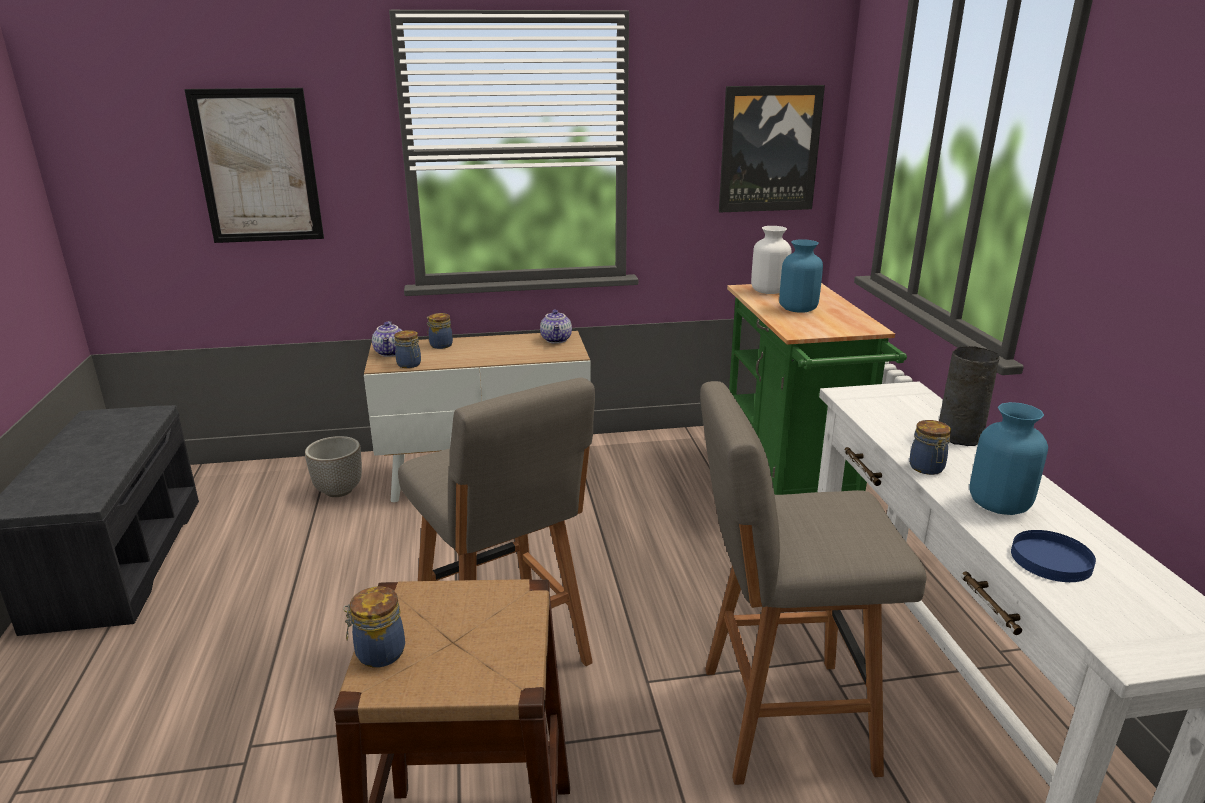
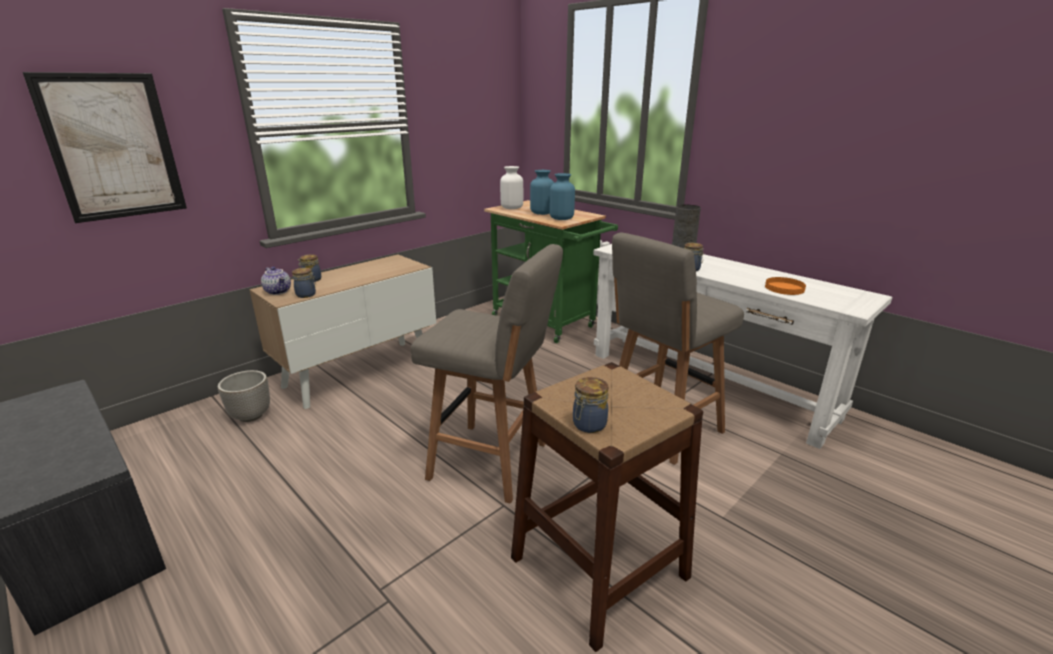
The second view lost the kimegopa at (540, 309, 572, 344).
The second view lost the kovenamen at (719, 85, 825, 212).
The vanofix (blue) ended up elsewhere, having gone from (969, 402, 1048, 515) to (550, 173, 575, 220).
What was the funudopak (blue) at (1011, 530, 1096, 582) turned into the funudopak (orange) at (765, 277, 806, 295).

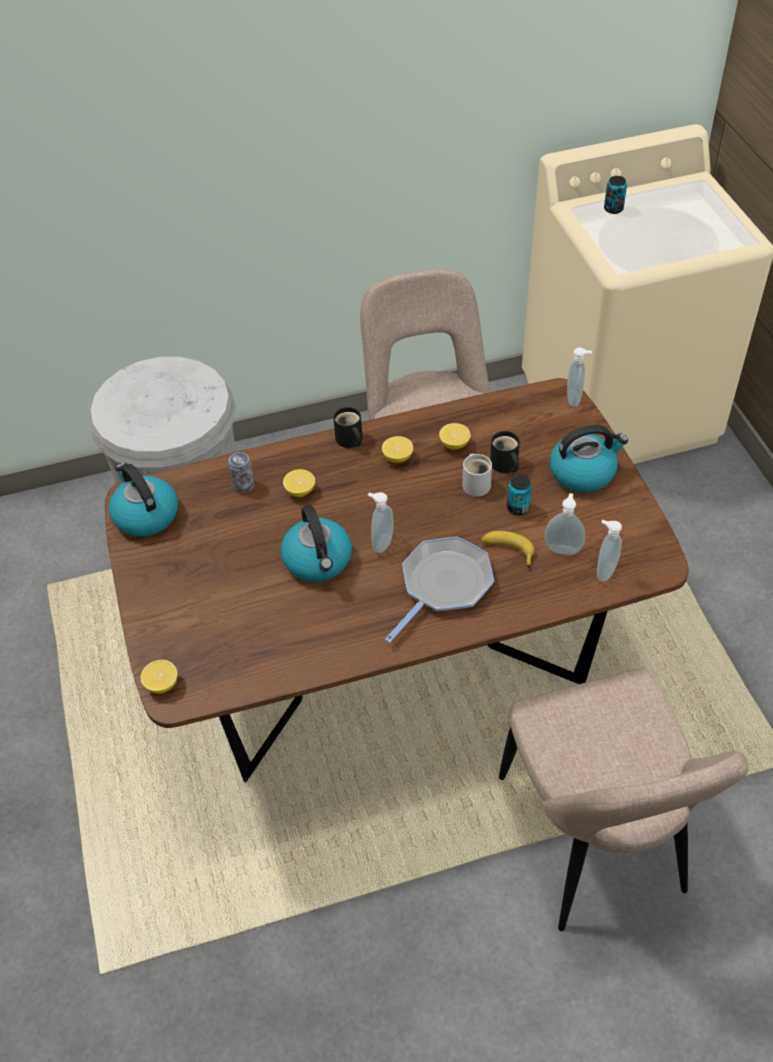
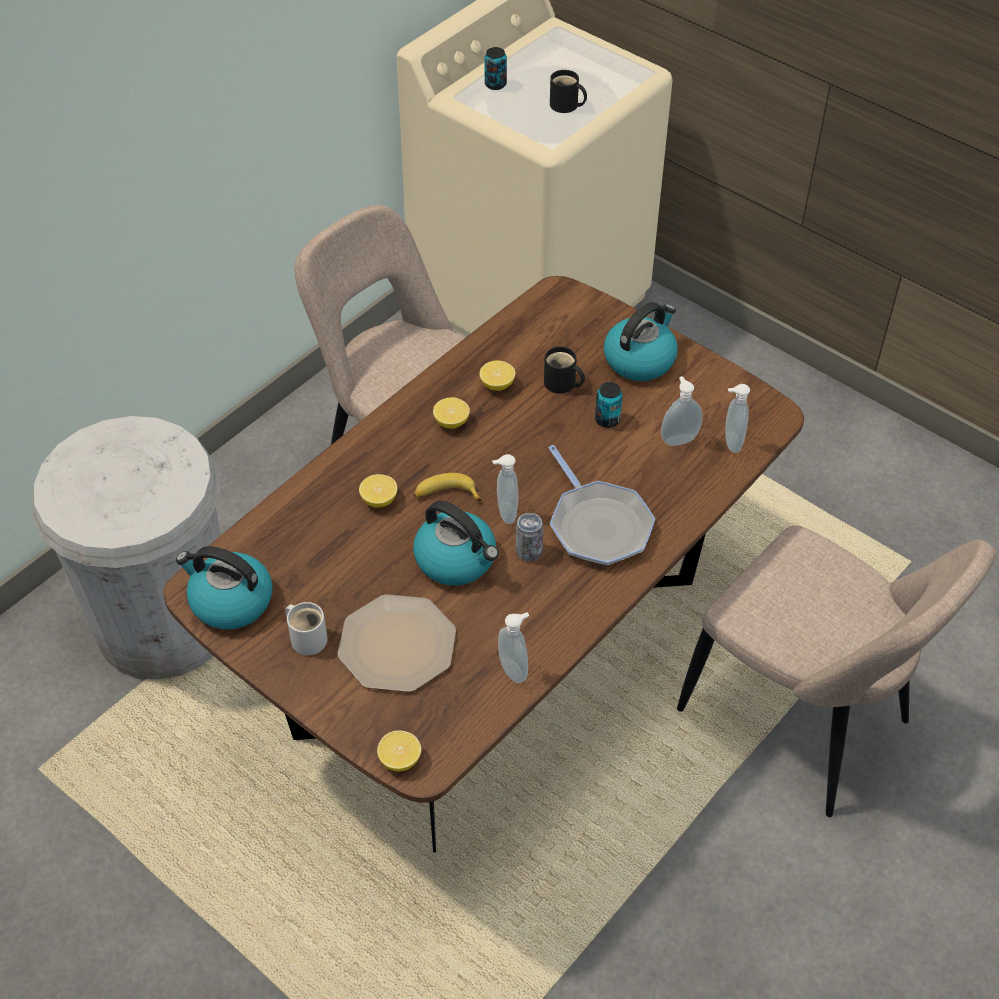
The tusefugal ended up elsewhere, having gone from (228, 452, 255, 493) to (516, 513, 543, 561).
The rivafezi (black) ended up elsewhere, having gone from (333, 407, 363, 448) to (550, 70, 587, 113).
The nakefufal at (385, 537, 494, 643) ended up facing another way, 150 degrees clockwise from before.
The rivafezi (white) ended up elsewhere, having gone from (462, 453, 492, 497) to (285, 602, 327, 655).
The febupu ended up elsewhere, having gone from (480, 531, 535, 568) to (413, 473, 482, 501).
The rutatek ended up elsewhere, having gone from (567, 347, 592, 407) to (498, 612, 529, 683).
The second view gained the funudopak at (337, 594, 456, 692).

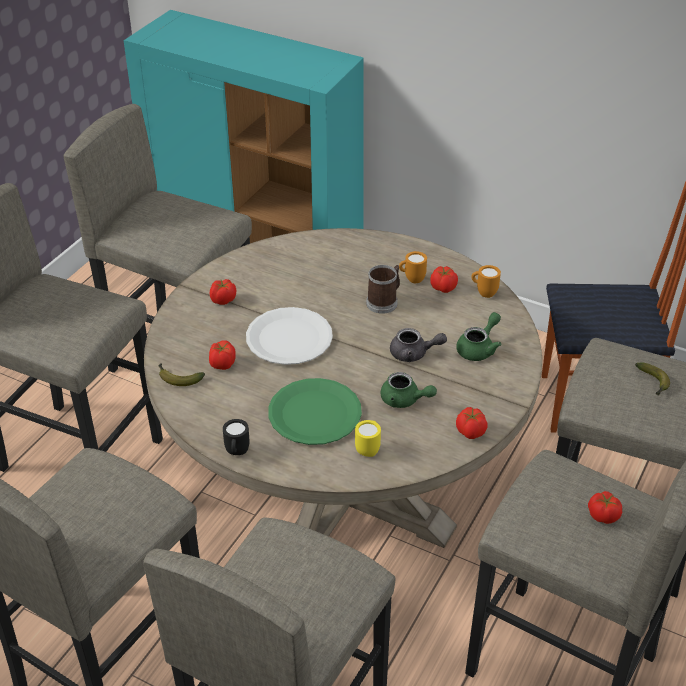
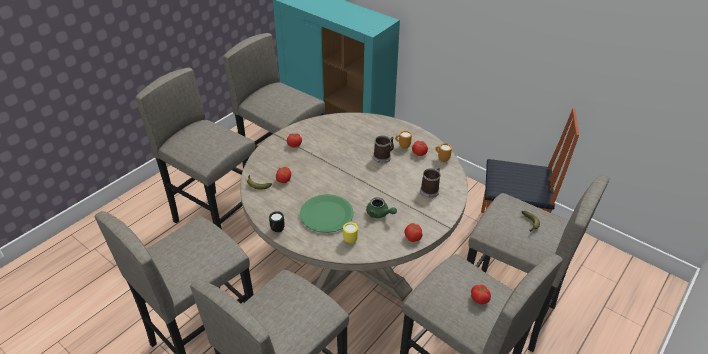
The second view lost the funudopak (white) at (246, 307, 333, 365).
The second view lost the kimegopa (grey) at (390, 328, 447, 362).
Where the kimegopa (green) stood at (456, 312, 501, 361), the rivafezi came to stand at (420, 168, 441, 198).

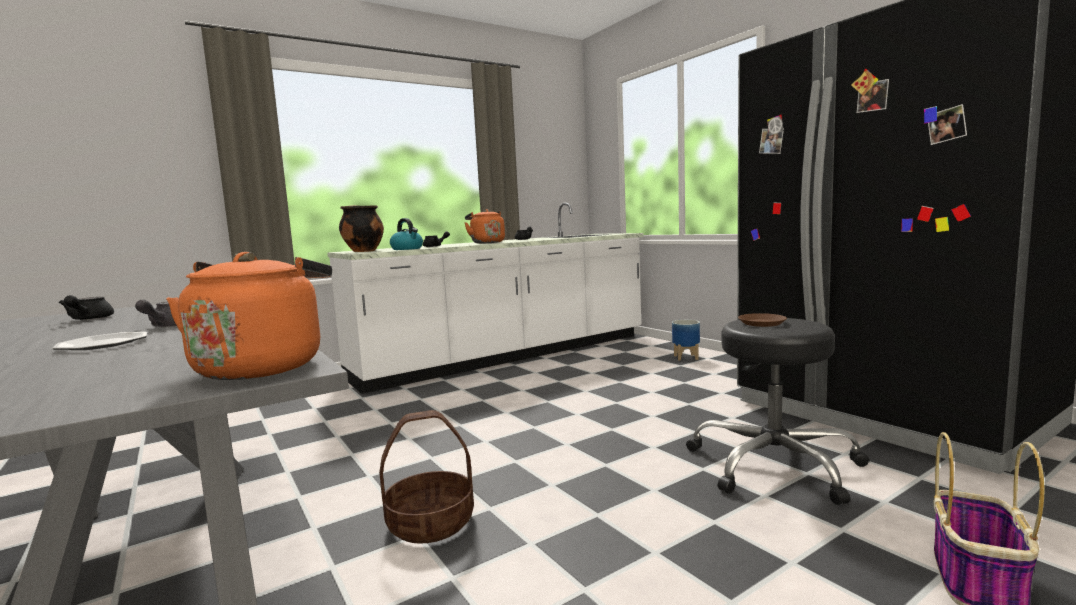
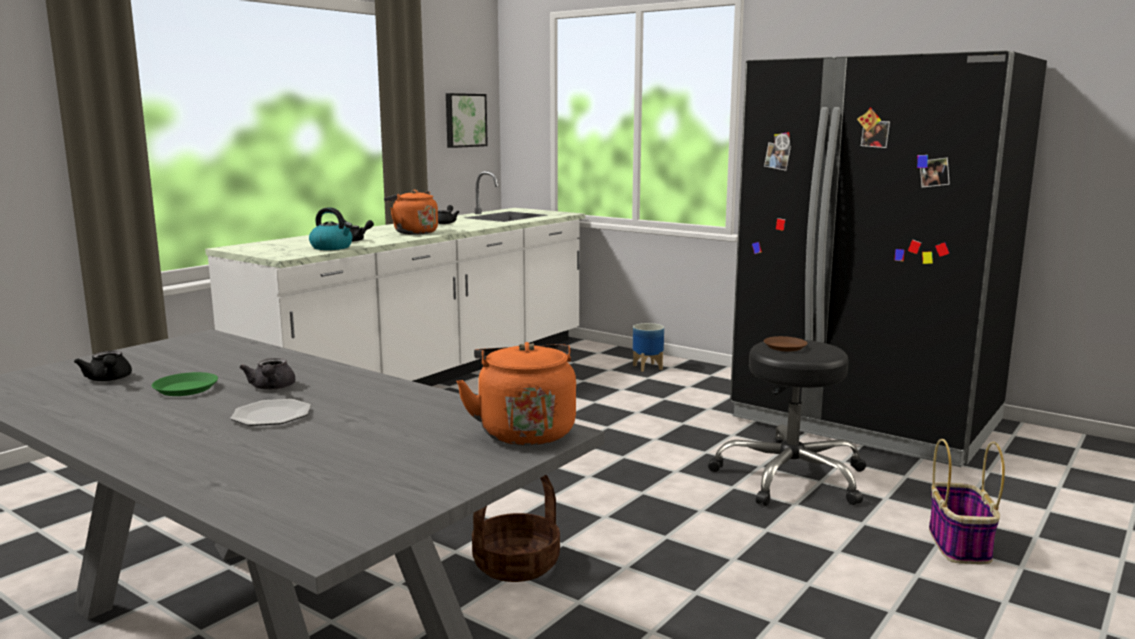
The second view lost the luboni at (339, 205, 384, 252).
The second view gained the funudopak (green) at (152, 372, 218, 396).
The second view gained the kovenamen at (446, 93, 488, 148).

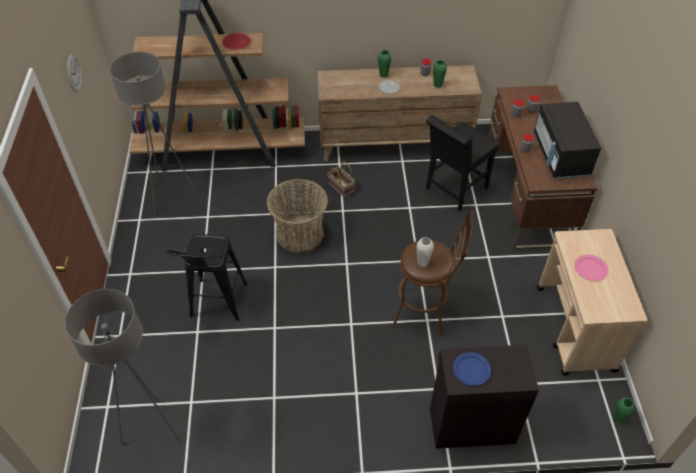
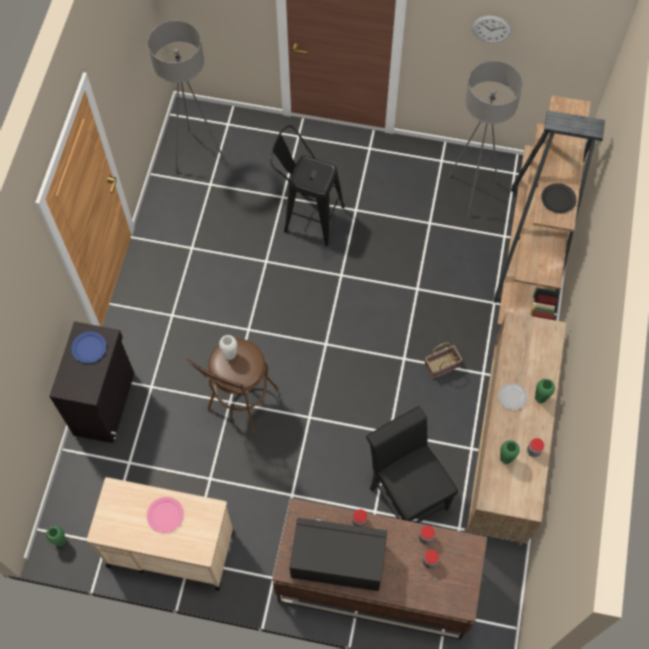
What was the funudopak (red) at (222, 33, 251, 50) turned into the funudopak (black) at (541, 183, 576, 213).
The second view lost the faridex at (266, 179, 328, 253).

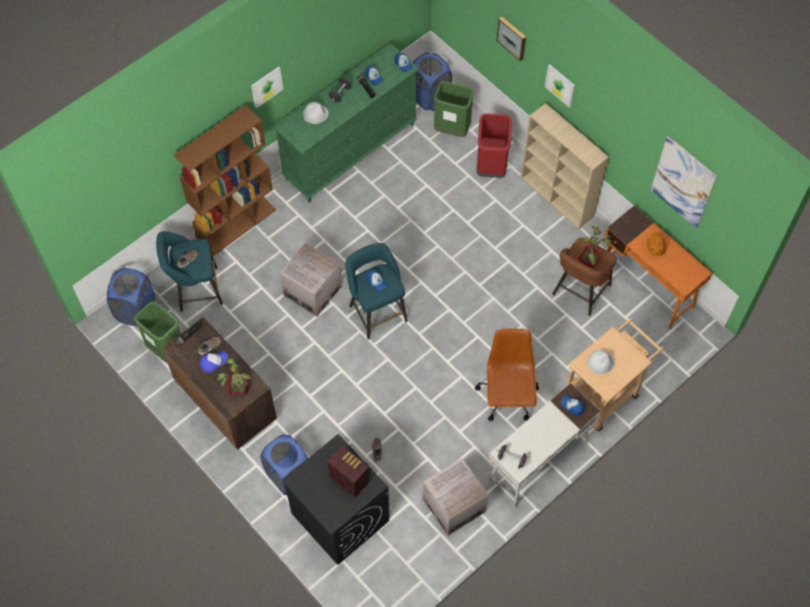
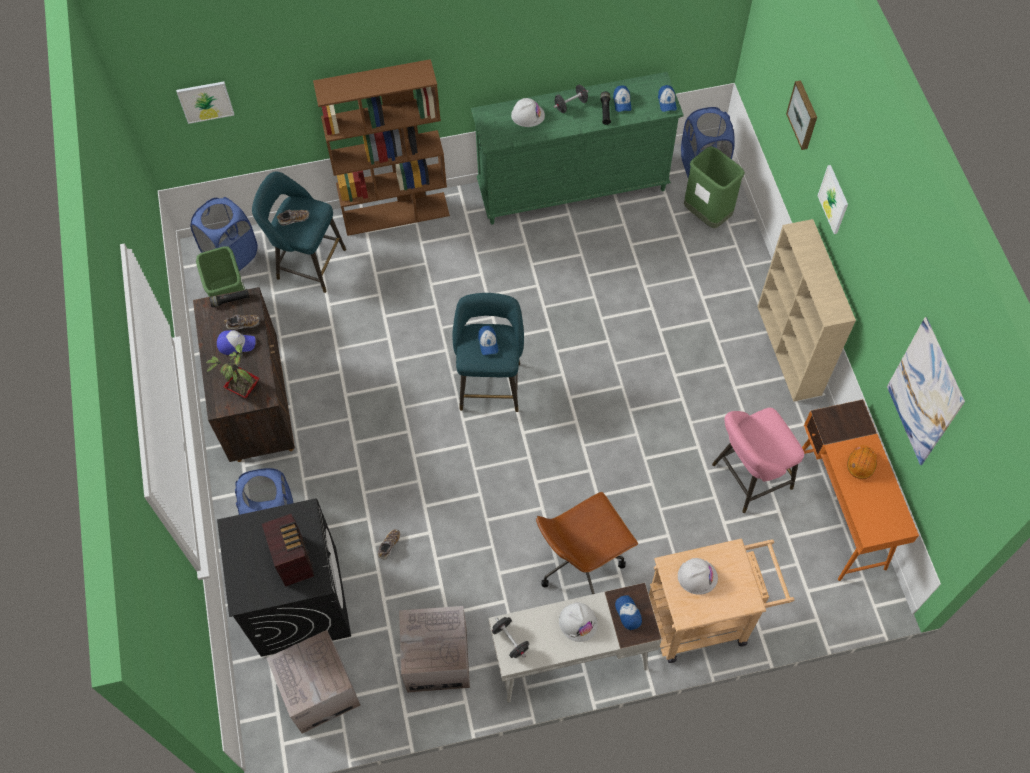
The kovenamen ended up elsewhere, having gone from (251, 67, 283, 108) to (176, 81, 234, 124).
The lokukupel ended up elsewhere, having gone from (280, 243, 342, 317) to (267, 630, 361, 734).
The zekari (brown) at (475, 329, 539, 421) ended up facing another way, 150 degrees counterclockwise from before.
The second view lost the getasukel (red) at (477, 113, 512, 178).
What was the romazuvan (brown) at (553, 238, 617, 316) turned into the romazuvan (pink) at (712, 408, 804, 513).
The second view lost the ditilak at (578, 226, 612, 268).
The second view gained the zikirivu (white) at (559, 602, 598, 642).

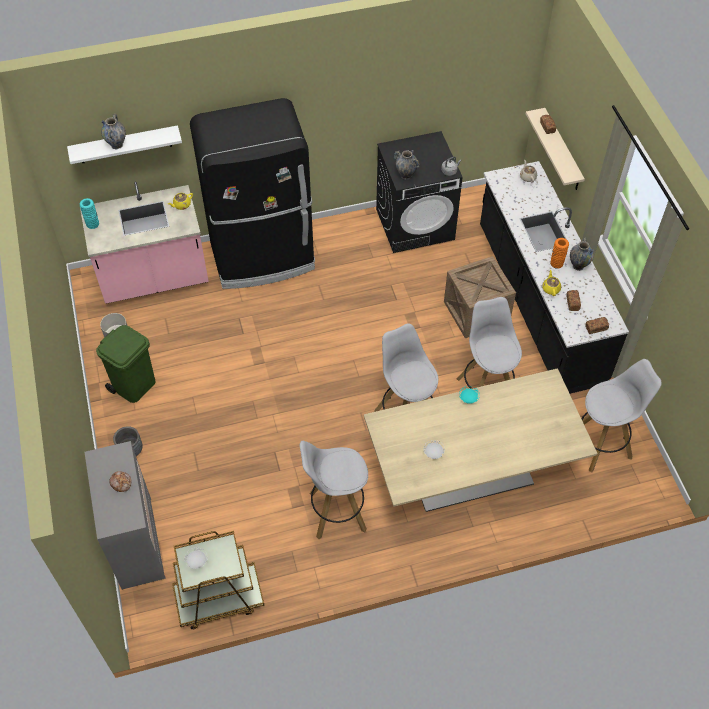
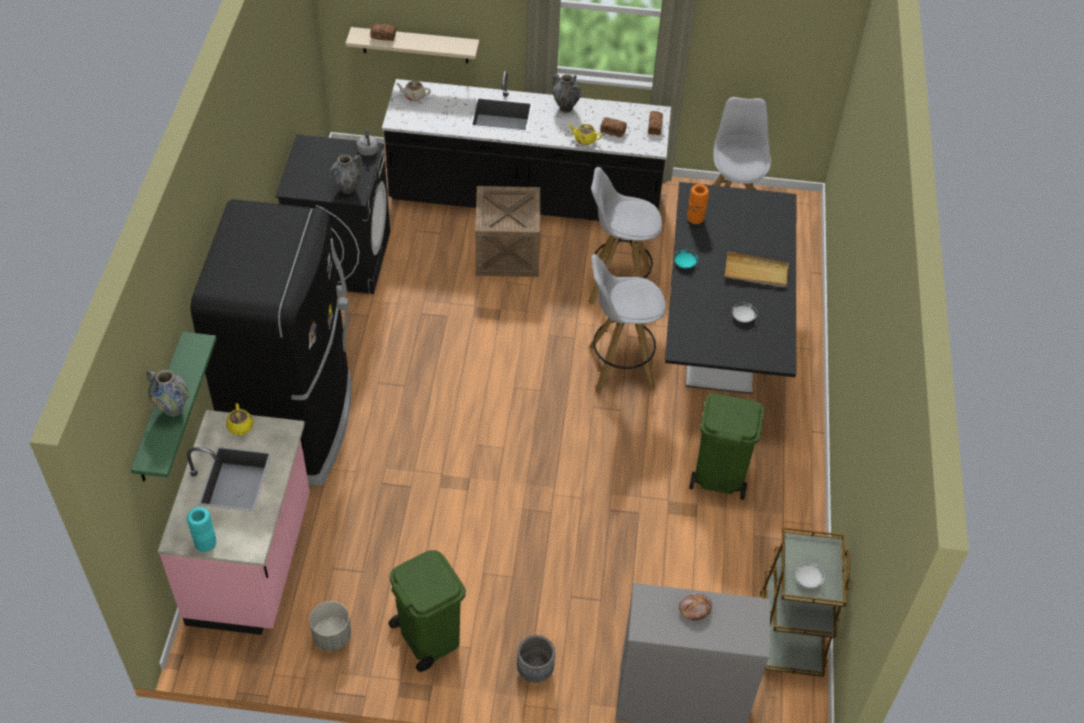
What was the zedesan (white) at (67, 125, 182, 164) turned into the zedesan (green) at (131, 332, 217, 482).
Where the romazuvan (white) stood at (299, 441, 368, 539), the getasukel (green) came to stand at (689, 394, 764, 500).
What was the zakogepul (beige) at (364, 368, 598, 512) turned into the zakogepul (black) at (665, 182, 796, 394).
The vanofix (orange) ended up elsewhere, having gone from (550, 238, 569, 269) to (687, 184, 709, 225).
The second view gained the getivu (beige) at (725, 252, 789, 287).

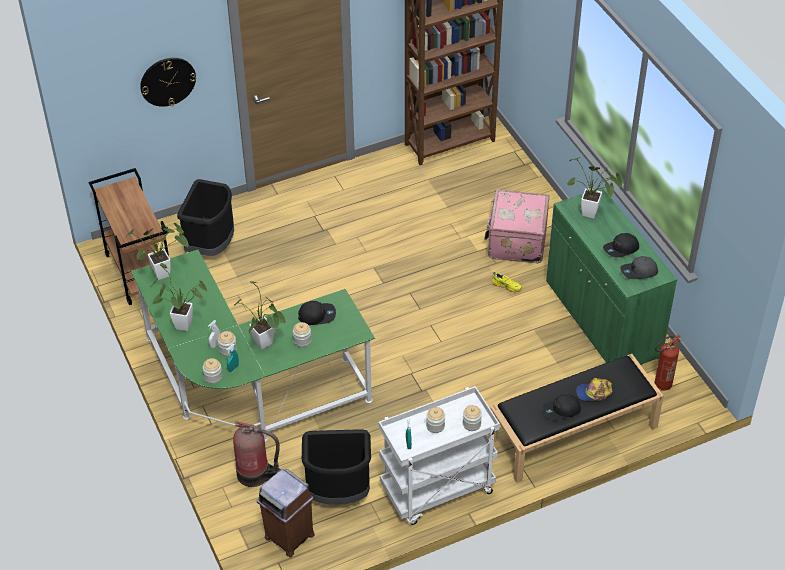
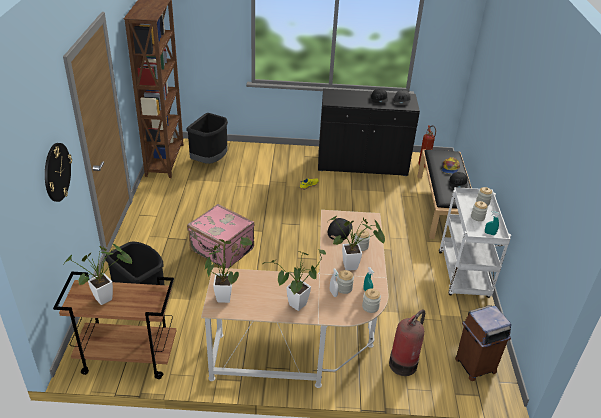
What was the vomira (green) at (131, 250, 375, 441) turned into the vomira (beige) at (201, 210, 388, 388).
The getasukel (black) ended up elsewhere, having gone from (302, 429, 371, 505) to (186, 113, 228, 164).
The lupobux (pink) ended up elsewhere, having gone from (484, 189, 549, 263) to (187, 204, 254, 268).
What was the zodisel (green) at (546, 187, 677, 365) turned into the zodisel (black) at (318, 89, 420, 176).
The ditilak ended up elsewhere, having gone from (567, 157, 622, 218) to (63, 244, 132, 305).

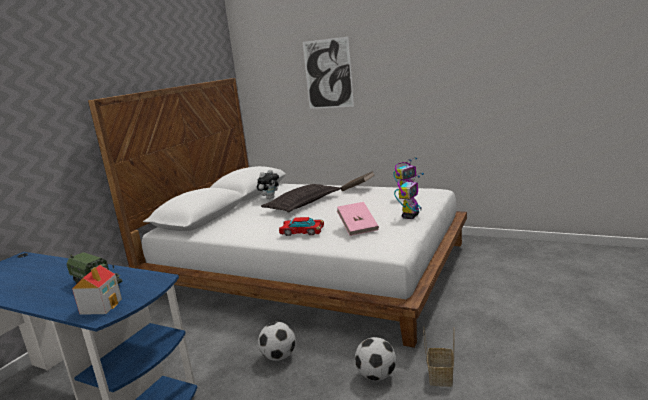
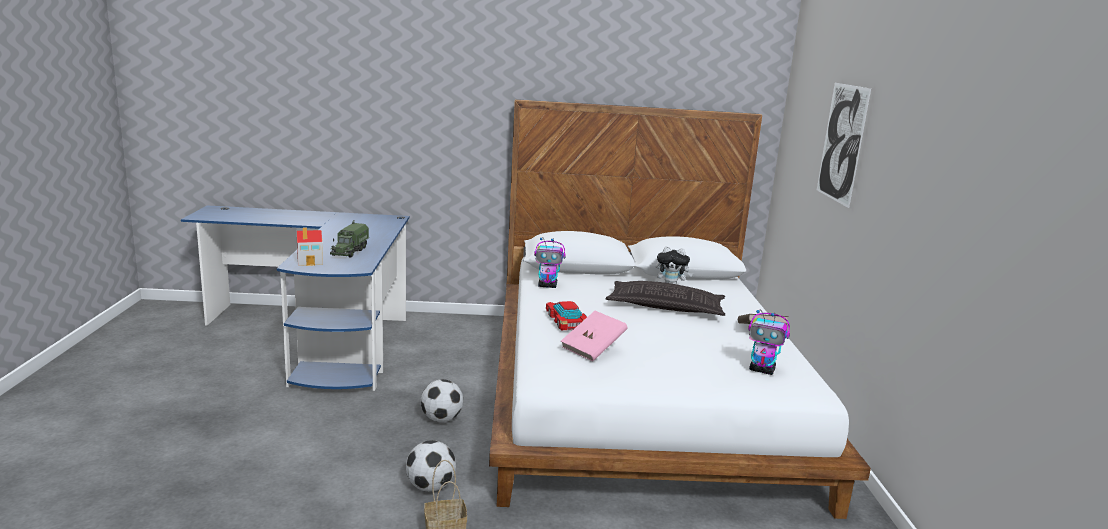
The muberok ended up elsewhere, having gone from (394, 173, 424, 219) to (534, 237, 566, 288).

